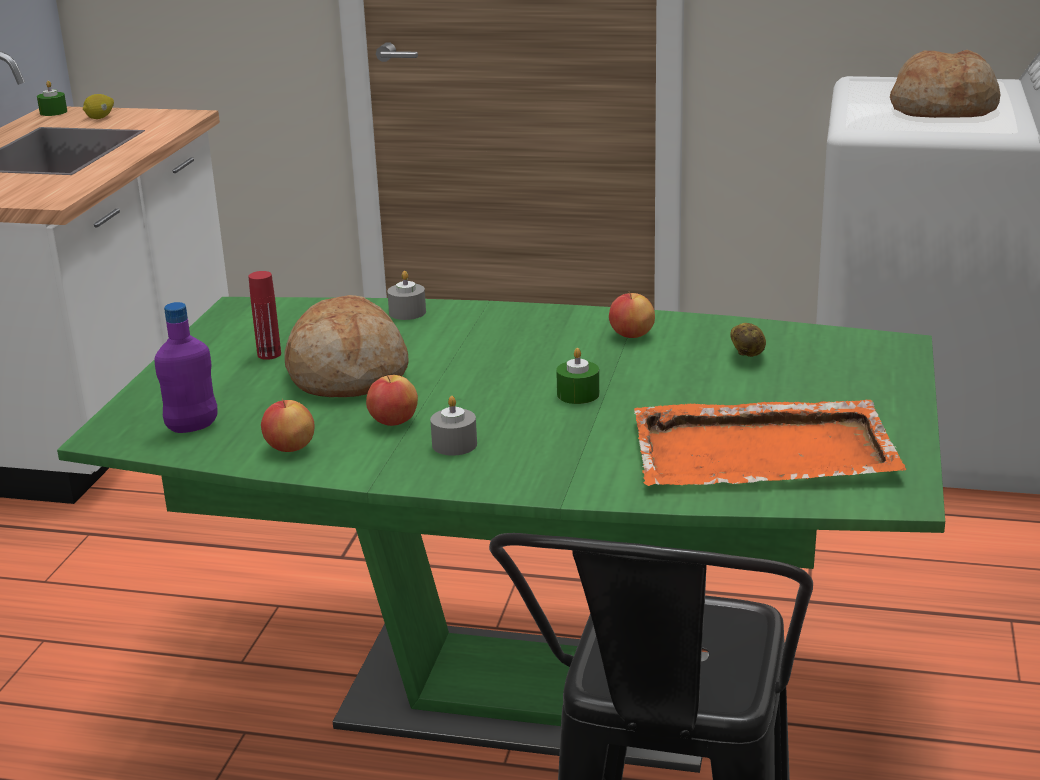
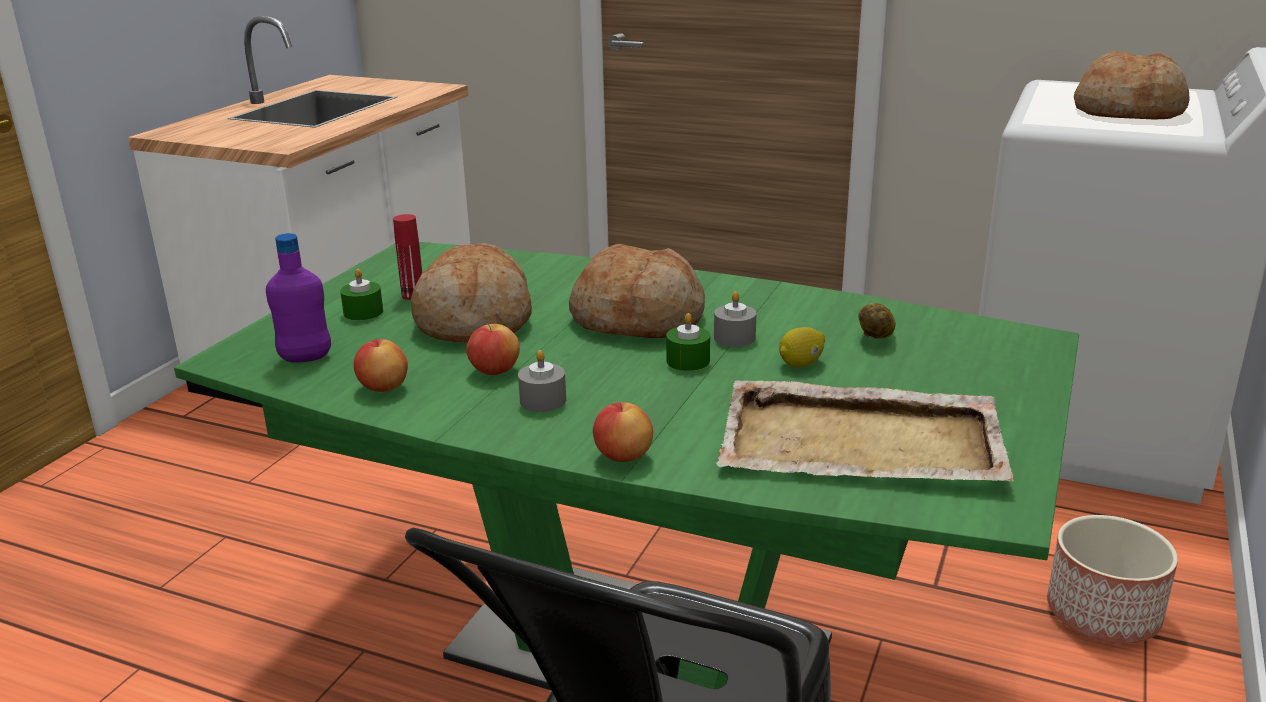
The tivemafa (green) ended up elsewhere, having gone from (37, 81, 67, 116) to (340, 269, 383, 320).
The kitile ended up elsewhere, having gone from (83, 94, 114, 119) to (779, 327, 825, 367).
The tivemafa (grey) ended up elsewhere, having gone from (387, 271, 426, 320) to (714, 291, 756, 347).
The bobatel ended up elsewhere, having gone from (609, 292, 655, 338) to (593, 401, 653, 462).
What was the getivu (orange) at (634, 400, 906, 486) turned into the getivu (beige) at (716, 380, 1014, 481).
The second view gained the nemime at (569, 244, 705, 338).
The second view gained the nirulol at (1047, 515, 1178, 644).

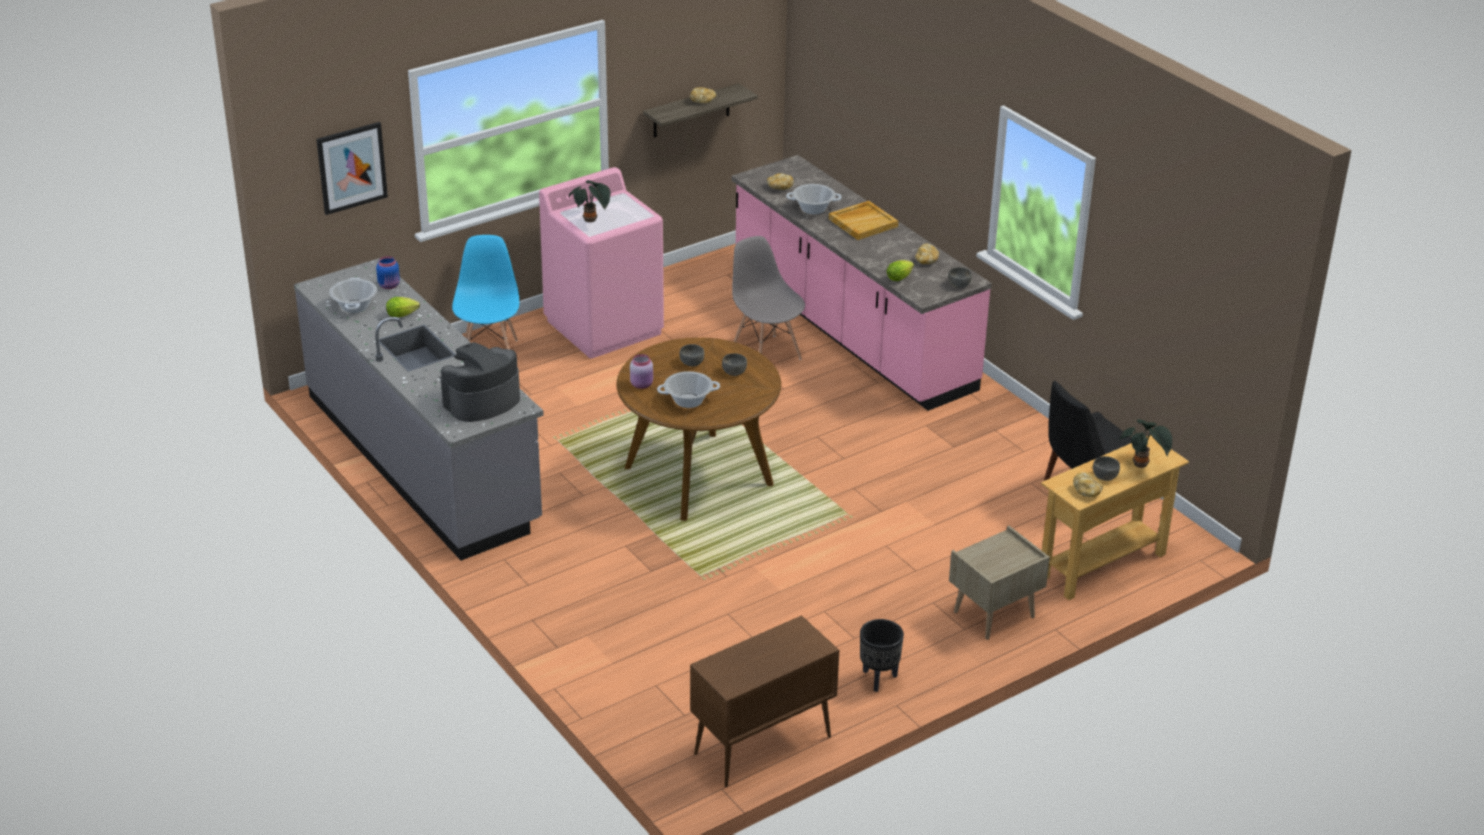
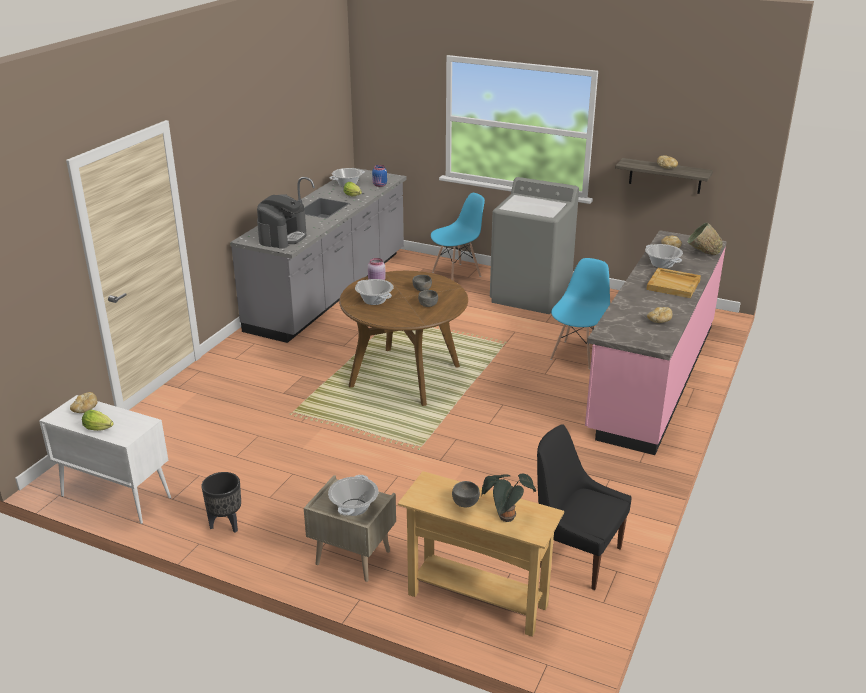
The second view lost the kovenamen at (316, 122, 388, 215).
The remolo at (441, 342, 520, 422) ended up facing another way, 90 degrees clockwise from before.
What was the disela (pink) at (539, 167, 664, 359) turned into the disela (grey) at (490, 177, 579, 314).
The second view lost the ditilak at (569, 180, 611, 222).
What was the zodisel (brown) at (690, 615, 839, 787) turned into the zodisel (white) at (39, 395, 171, 524).
What was the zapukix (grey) at (732, 236, 805, 360) turned into the zapukix (blue) at (550, 258, 610, 369).
The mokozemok ended up elsewhere, having gone from (887, 260, 914, 281) to (82, 410, 114, 431).
The second view lost the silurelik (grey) at (948, 267, 972, 288).
The nemime ended up elsewhere, having gone from (1073, 472, 1103, 497) to (70, 392, 98, 413).
The second view gained the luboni at (328, 475, 378, 516).
The second view gained the silurelik (green) at (688, 223, 723, 255).

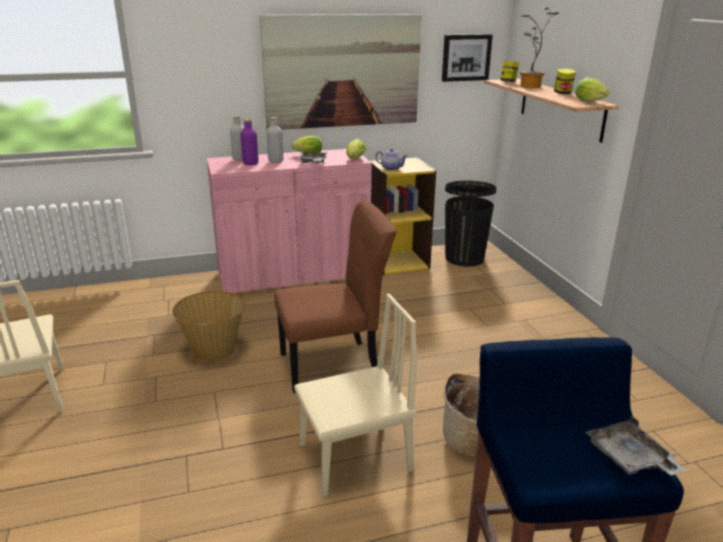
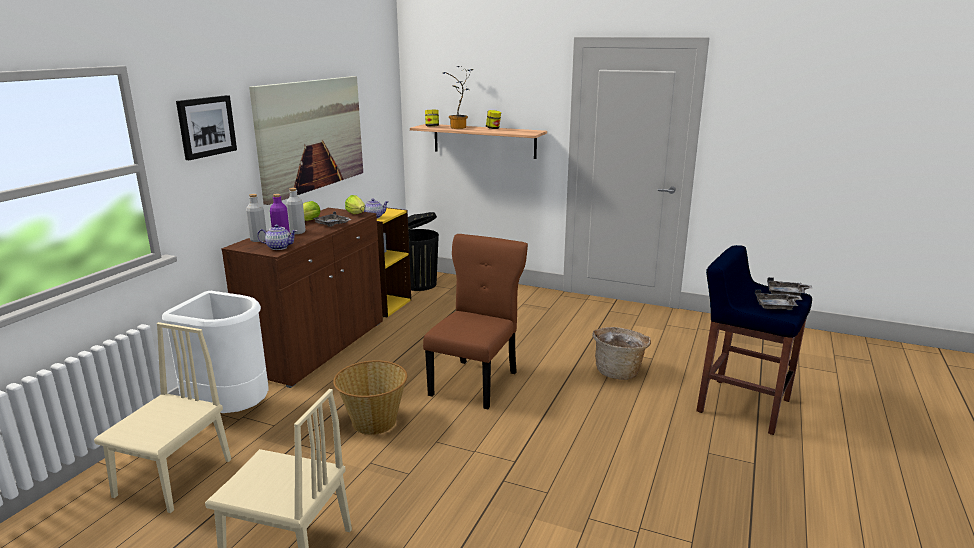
What was the zodisel (pink) at (207, 149, 372, 293) turned into the zodisel (brown) at (221, 208, 383, 388).
The zapukix (beige) ended up elsewhere, having gone from (294, 294, 417, 497) to (94, 322, 231, 513).
The kovenamen ended up elsewhere, having gone from (442, 34, 493, 82) to (176, 95, 237, 160).
The second view lost the mokozemok at (575, 78, 609, 102).
The second view gained the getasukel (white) at (162, 291, 268, 413).
The second view gained the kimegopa at (257, 224, 297, 250).
The second view gained the getivu (grey) at (755, 290, 802, 310).

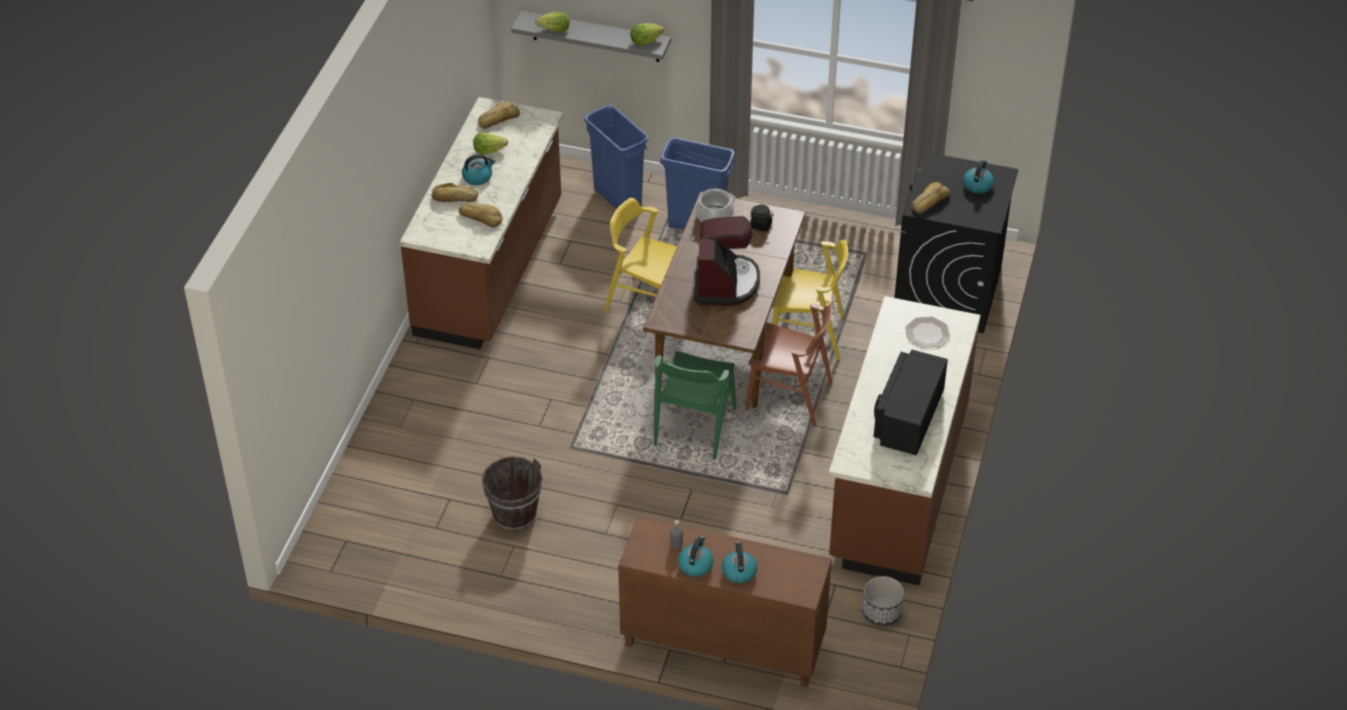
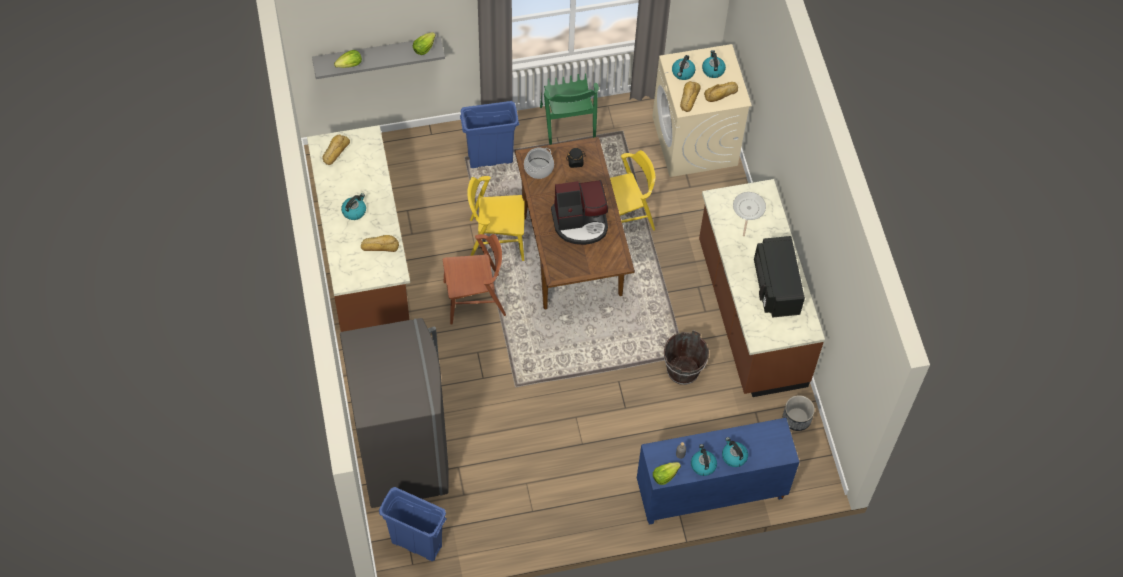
The nemime ended up elsewhere, having gone from (432, 183, 478, 202) to (704, 82, 738, 102).
The mokozemok ended up elsewhere, having gone from (473, 133, 508, 154) to (653, 462, 681, 485).
The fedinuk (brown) ended up elsewhere, having gone from (482, 456, 543, 531) to (664, 330, 709, 385).
The getasukel (blue) ended up elsewhere, having gone from (584, 105, 649, 209) to (379, 487, 446, 561).
What was the zodisel (brown) at (618, 516, 832, 687) turned into the zodisel (blue) at (637, 418, 799, 524).
The zapukix (green) ended up elsewhere, having gone from (654, 351, 736, 460) to (540, 73, 599, 145).
The remolo at (694, 216, 760, 306) ended up facing another way, 105 degrees clockwise from before.
The zapukix (brown) ended up elsewhere, having gone from (745, 303, 832, 426) to (443, 234, 506, 325).
What was the disela (black) at (894, 152, 1019, 334) turned into the disela (beige) at (652, 44, 752, 177).
Where the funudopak stood at (905, 316, 950, 348), the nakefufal came to stand at (733, 192, 766, 236).
The second view gained the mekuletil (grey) at (340, 318, 449, 508).
The second view gained the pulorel at (672, 55, 695, 80).

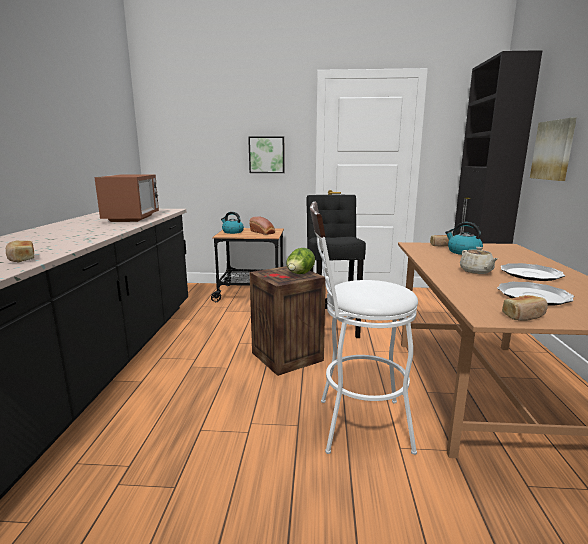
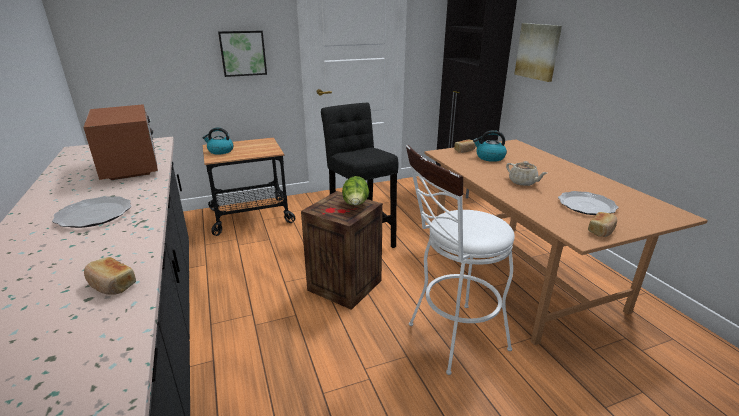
The second view lost the nemime at (249, 216, 275, 235).
The funudopak ended up elsewhere, having gone from (501, 263, 565, 281) to (52, 196, 131, 228).

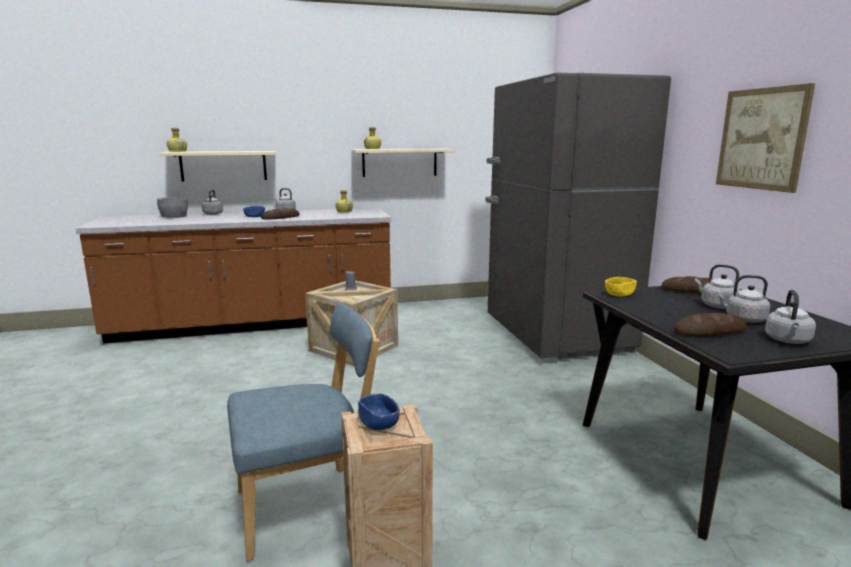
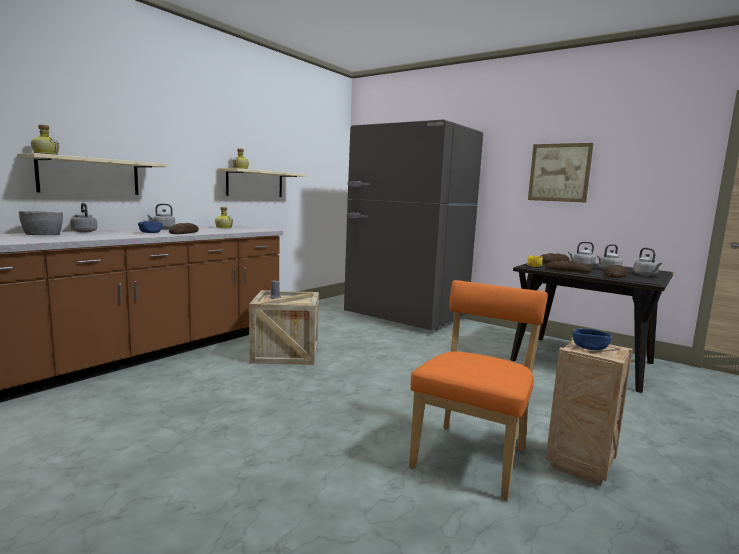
What was the zapukix (blue) at (227, 302, 380, 561) turned into the zapukix (orange) at (409, 280, 548, 500).
The second view gained the nemime at (545, 261, 592, 273).

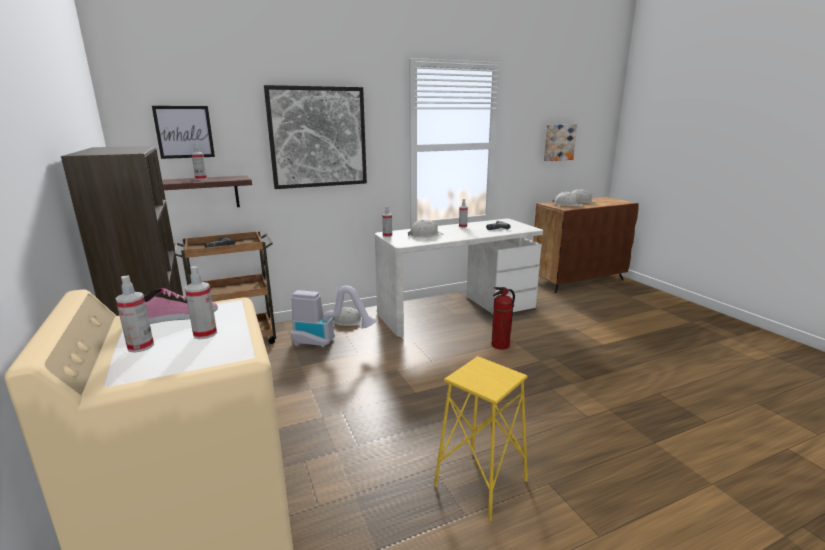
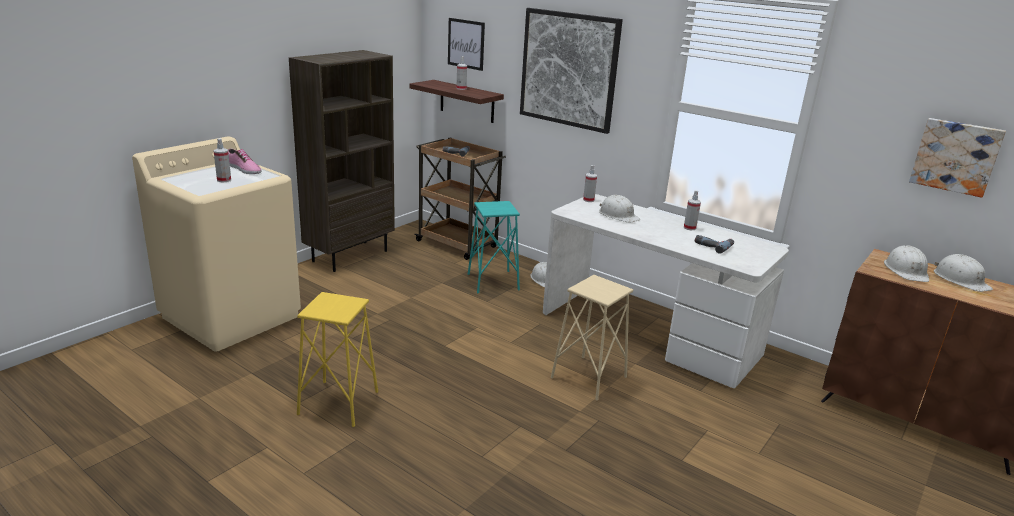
The second view lost the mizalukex at (115, 275, 154, 353).
Where the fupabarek stood at (291, 286, 376, 348), the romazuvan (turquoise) came to stand at (468, 201, 520, 294).
Where the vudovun stood at (491, 287, 515, 350), the romazuvan (beige) came to stand at (551, 275, 633, 401).

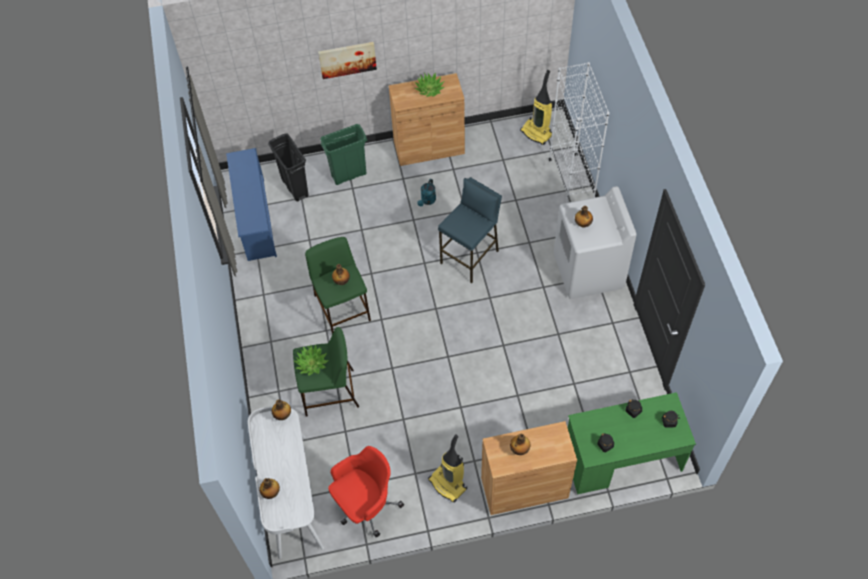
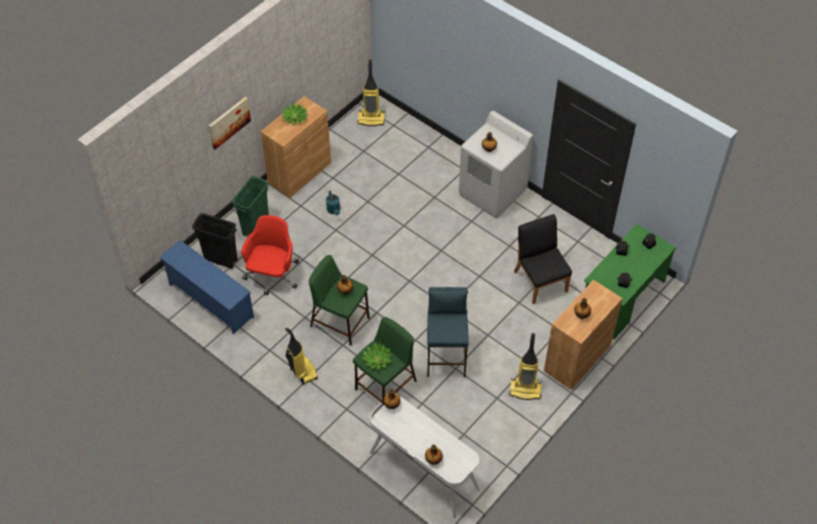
The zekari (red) ended up elsewhere, having gone from (328, 446, 404, 537) to (241, 215, 299, 295).
The romazuvan (blue) ended up elsewhere, having gone from (438, 177, 502, 283) to (427, 287, 469, 377).
The second view lost the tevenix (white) at (549, 62, 610, 203).
The second view gained the fupabarek at (285, 328, 318, 385).
The second view gained the zapukix (black) at (514, 214, 572, 304).

